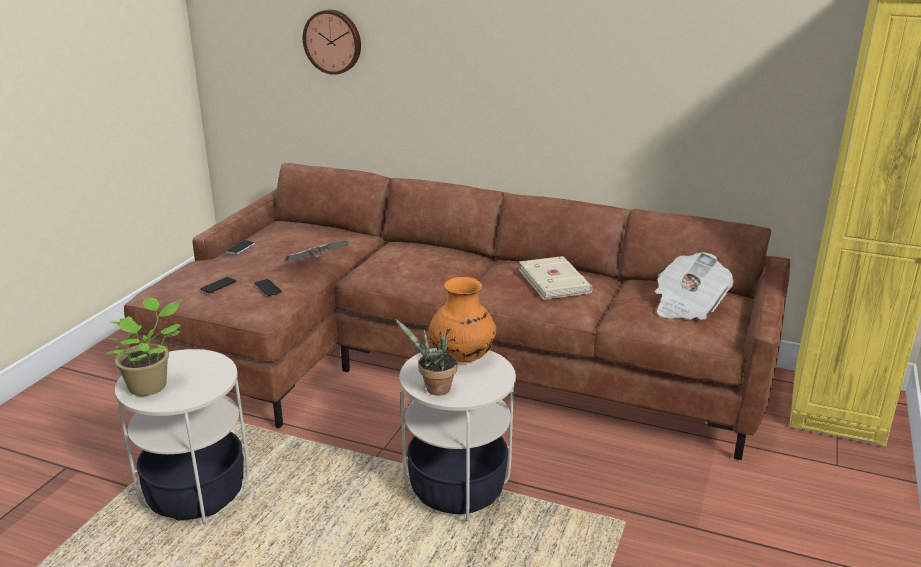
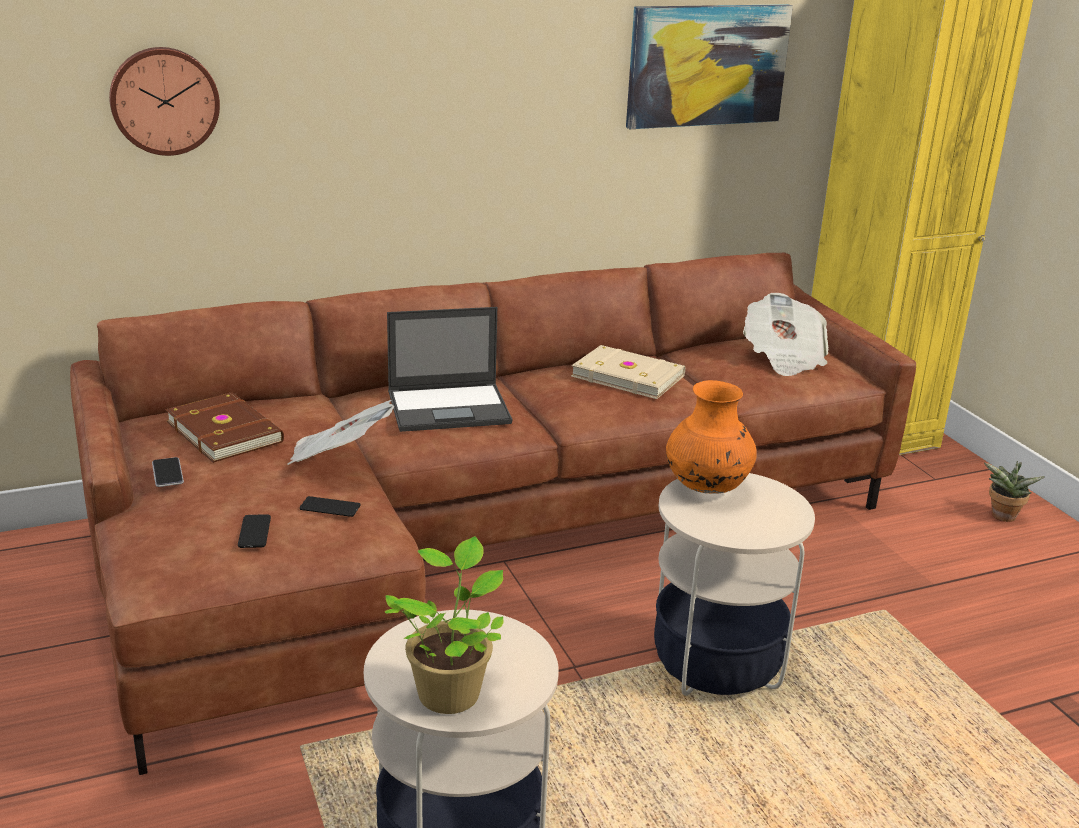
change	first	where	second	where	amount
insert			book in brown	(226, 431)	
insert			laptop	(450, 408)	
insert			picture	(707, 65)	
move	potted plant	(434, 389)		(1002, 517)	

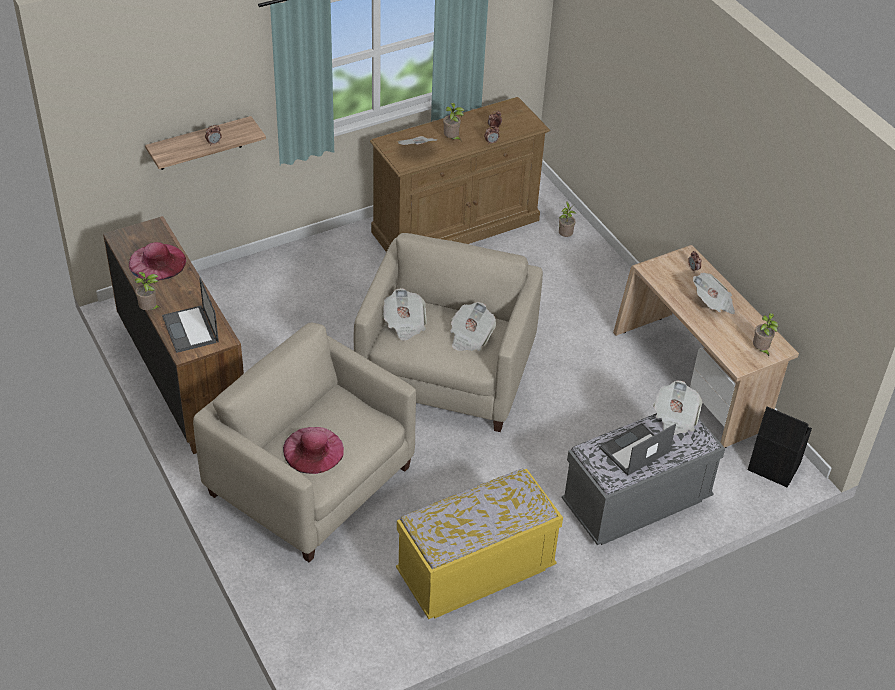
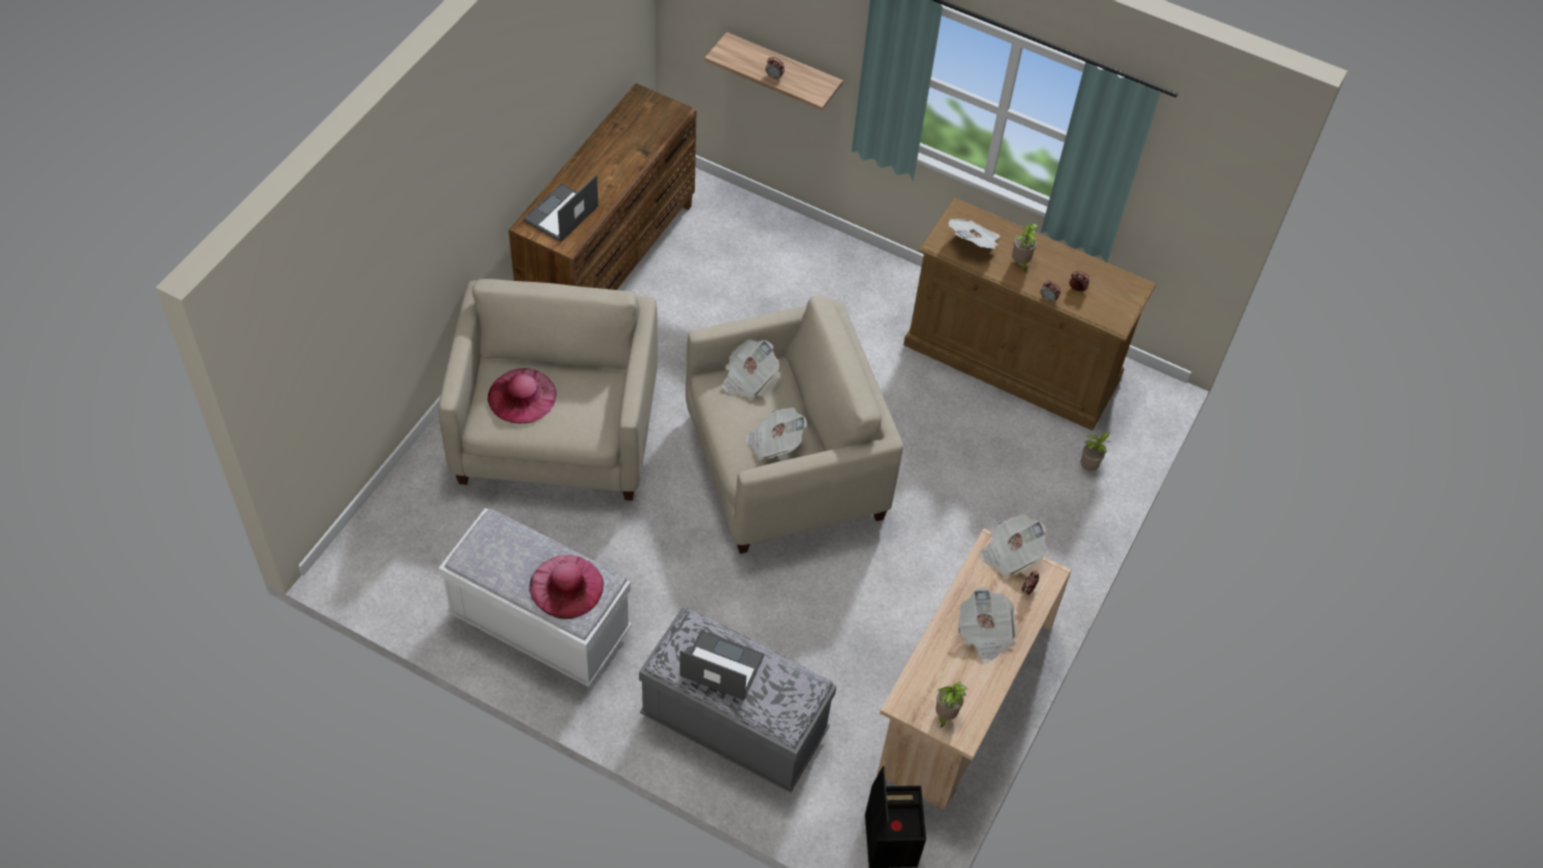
change	first	where	second	where	amount
recolor	bench in yellow	(476, 572)	bench in white	(540, 624)	
move	hat in pink	(157, 262)		(566, 586)	
move	newspaper	(675, 418)		(1010, 554)	
delete	potted plant	(149, 310)			

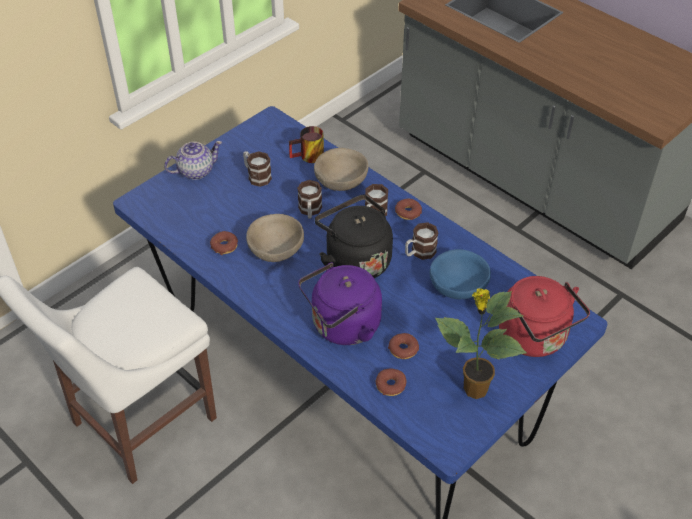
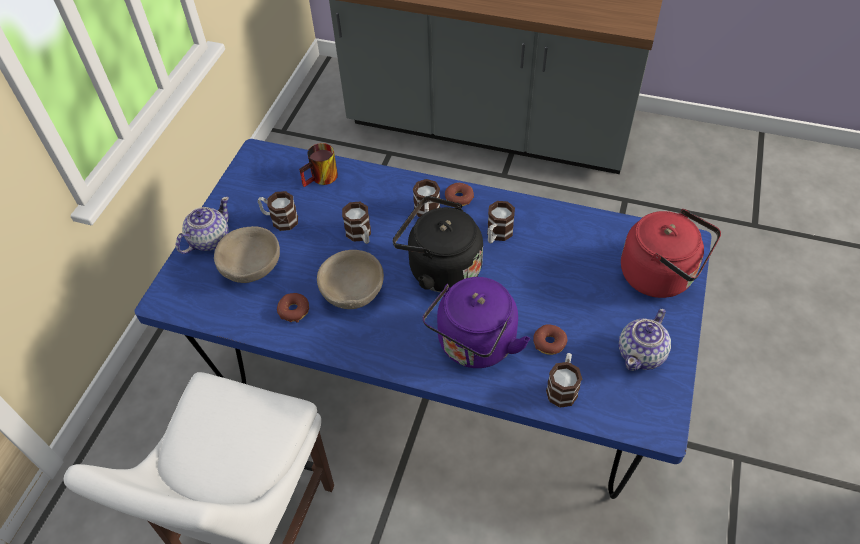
change	first	where	second	where	amount
move	bowl in beige	(341, 182)		(252, 267)	
replace	donut	(390, 385)	mug	(562, 387)	
replace	potted plant	(473, 389)	teapot	(641, 354)	
delete	bowl in blue	(458, 287)			

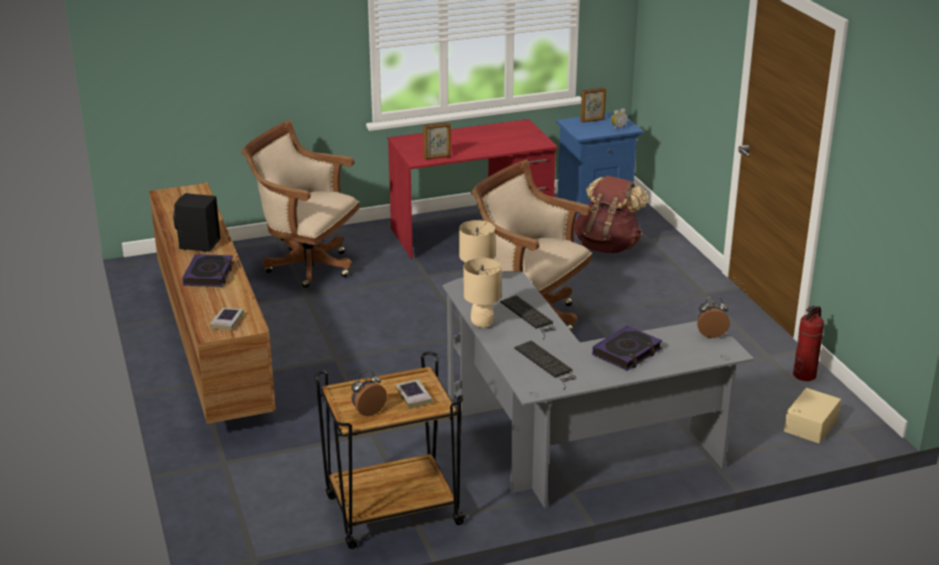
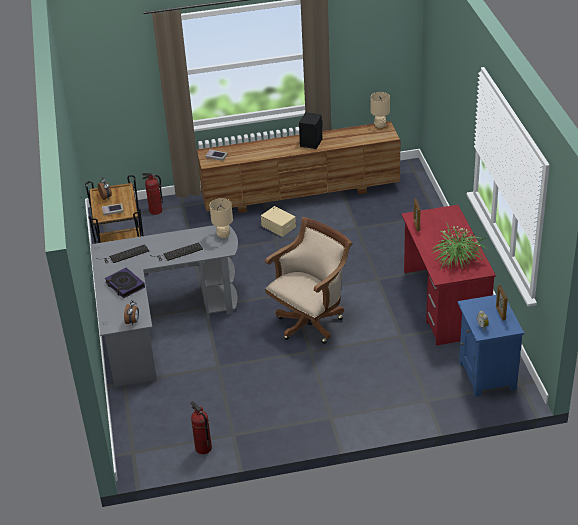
change	first	where	second	where	amount
insert			fire extinguisher	(155, 211)	
move	storage box in beige	(809, 424)		(279, 226)	
move	table lamp in beige	(481, 324)		(379, 126)	
insert			potted plant	(457, 258)	
delete	book	(209, 274)			
delete	office chair	(306, 266)			
delete	backpack in brown	(608, 246)			

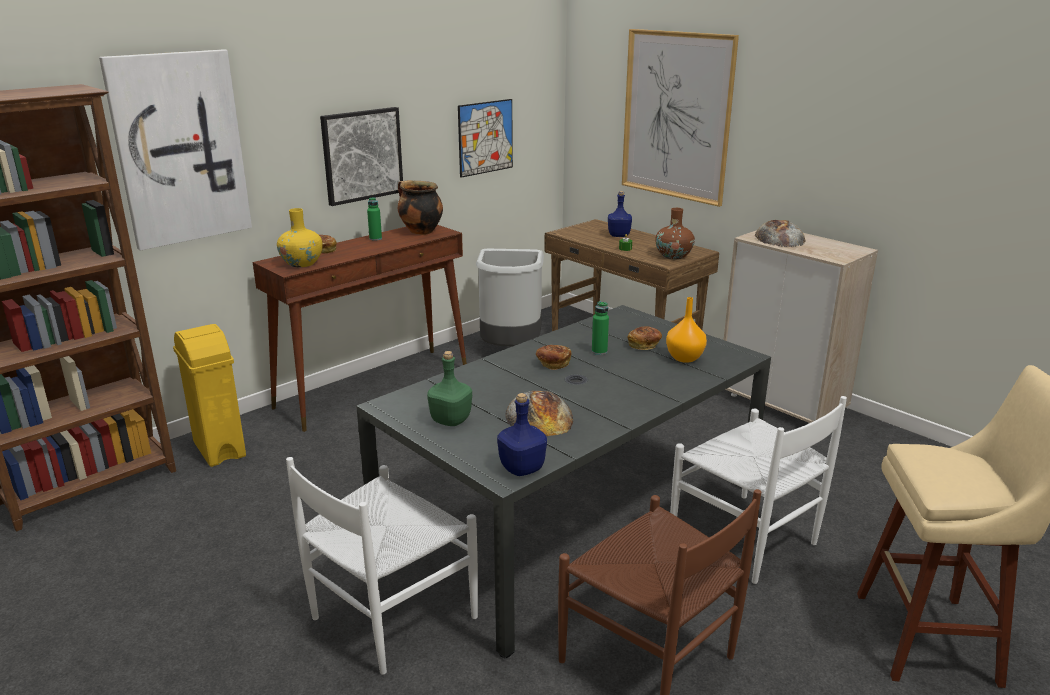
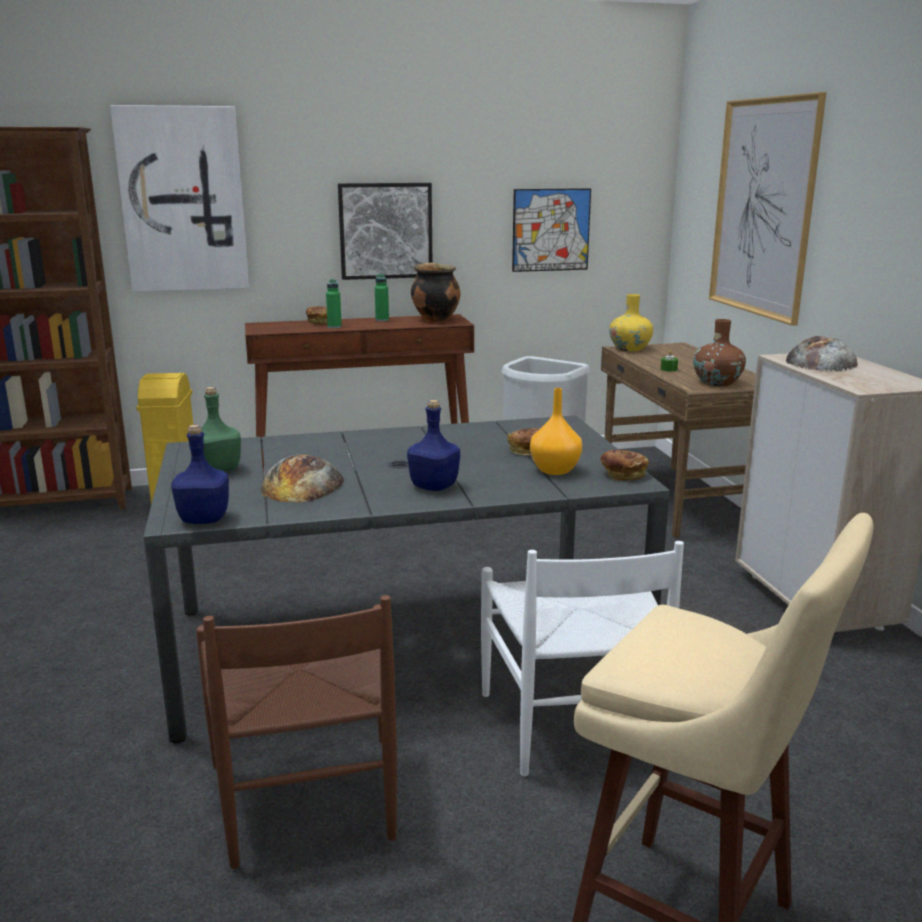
change	first	where	second	where	amount
move	bottle in green	(599, 351)		(334, 327)	
move	bottle in blue	(619, 235)		(433, 487)	
move	bread	(553, 364)		(622, 475)	
move	vase in yellow	(302, 263)		(630, 348)	
delete	chair in white	(390, 616)			

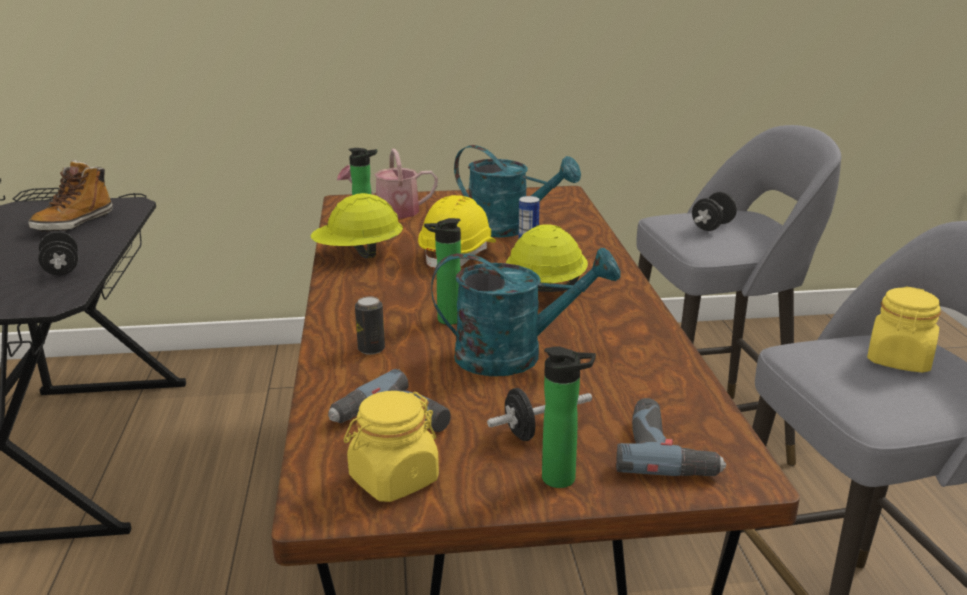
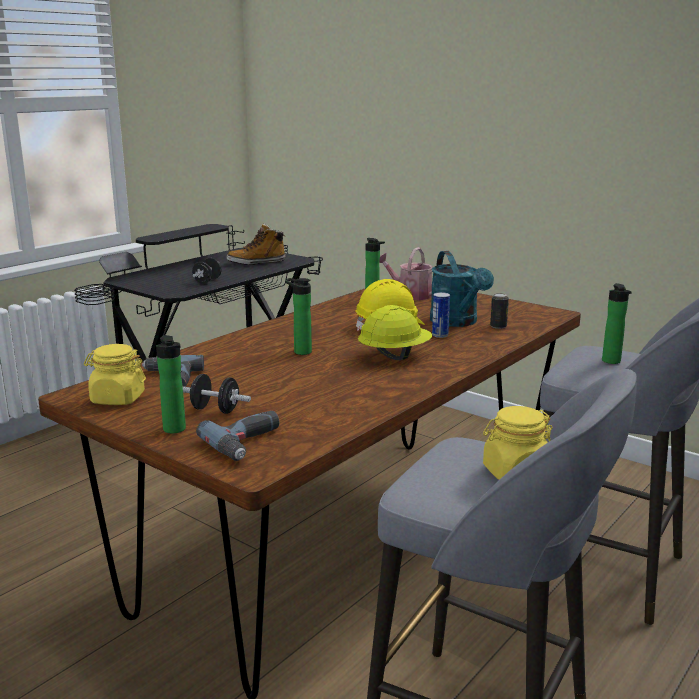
change	first	where	second	where	amount
move	can	(371, 349)		(498, 326)	
replace	dumbbell in black	(712, 226)	bottle	(612, 362)	
delete	hard hat in yellow	(358, 255)			
delete	watering can in turquoise	(514, 356)			

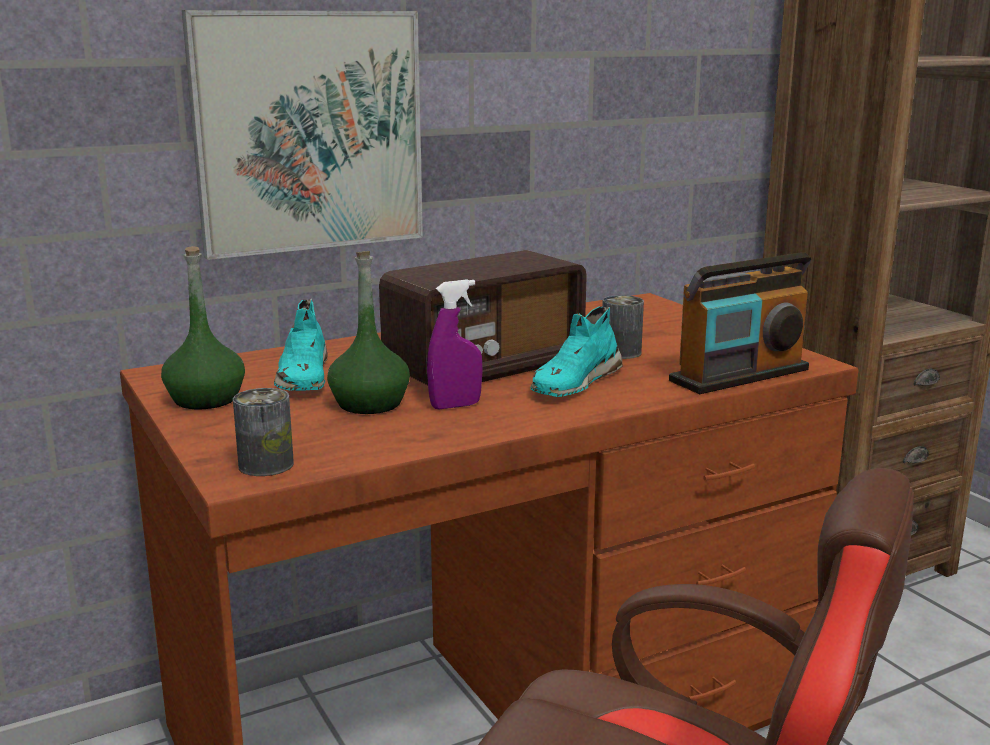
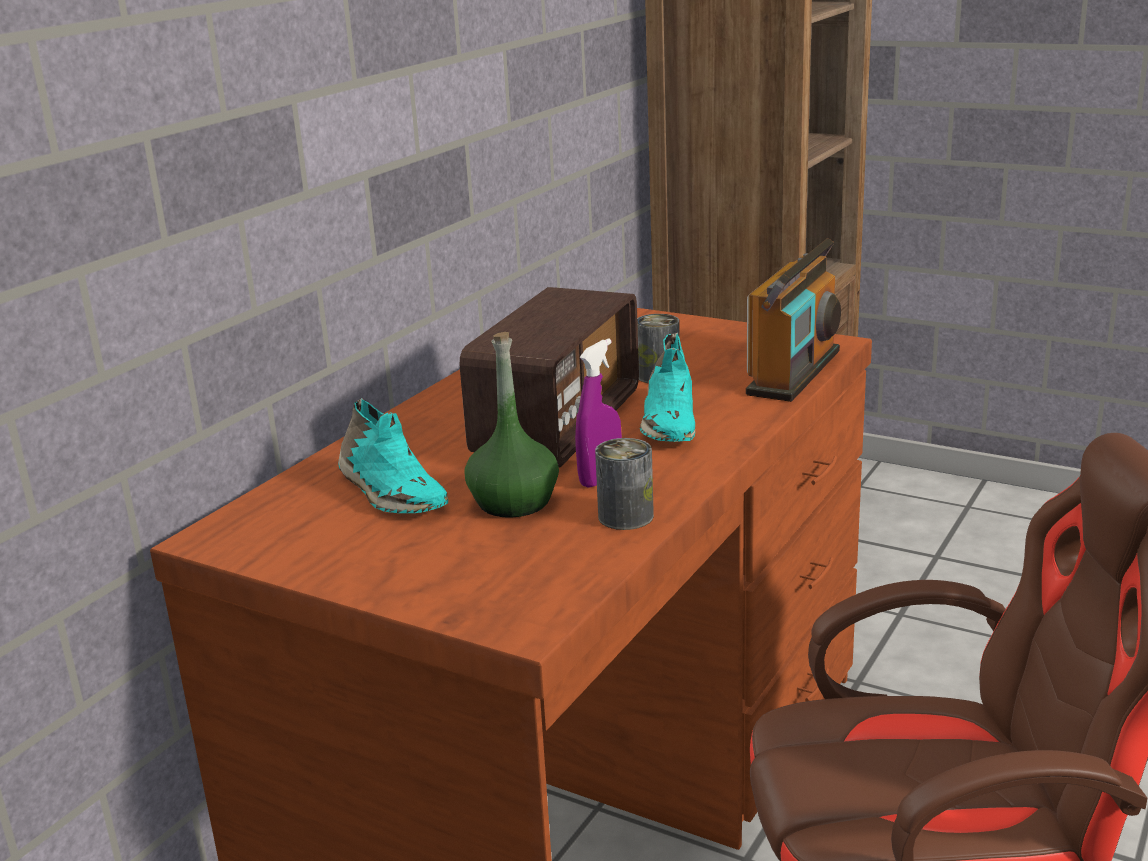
change	first	where	second	where	amount
move	can	(266, 465)		(625, 516)	
delete	bottle in green	(206, 399)			
delete	picture	(309, 132)			

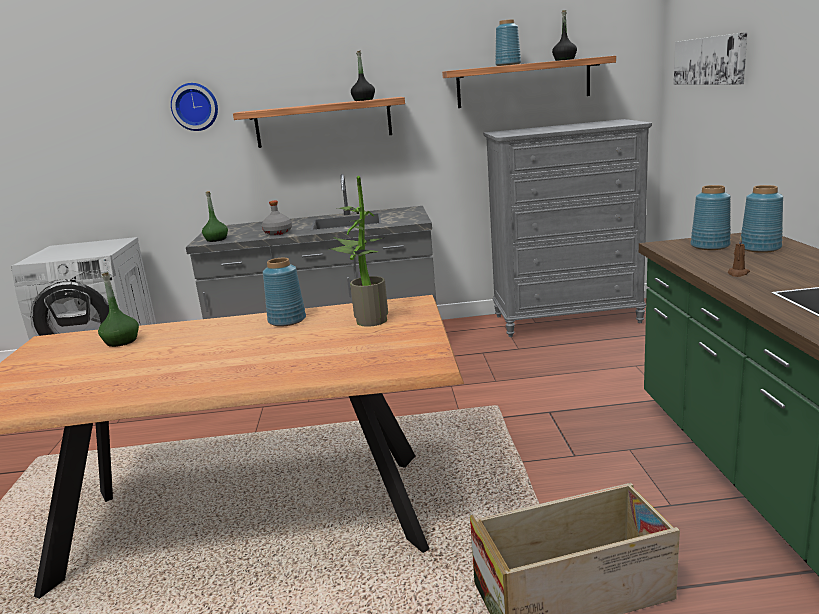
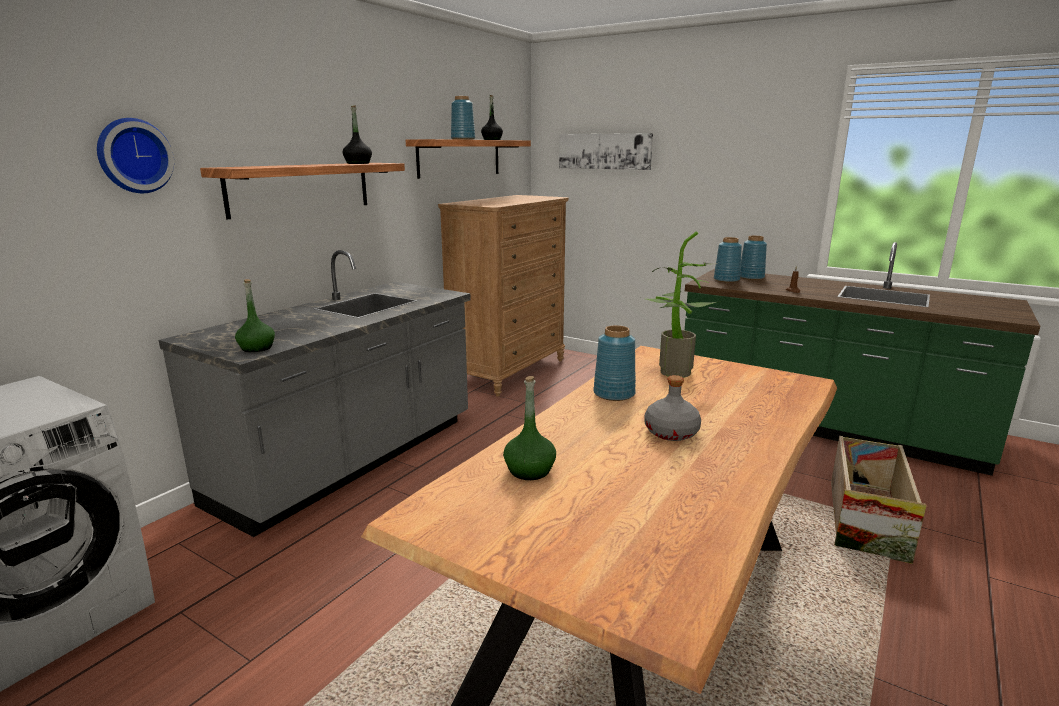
change	first	where	second	where	amount
recolor	dresser in grey	(567, 319)	dresser in brown	(509, 371)	
move	bottle in grey	(277, 233)		(671, 433)	

